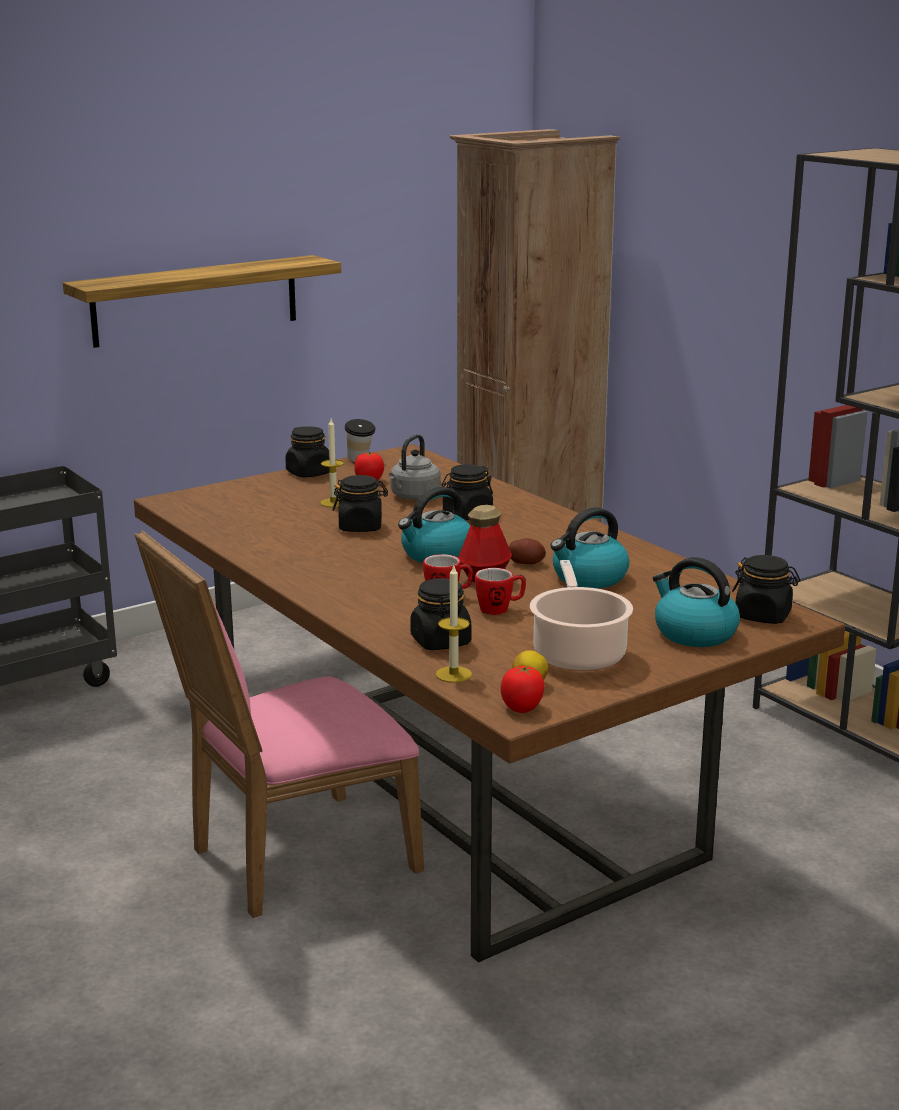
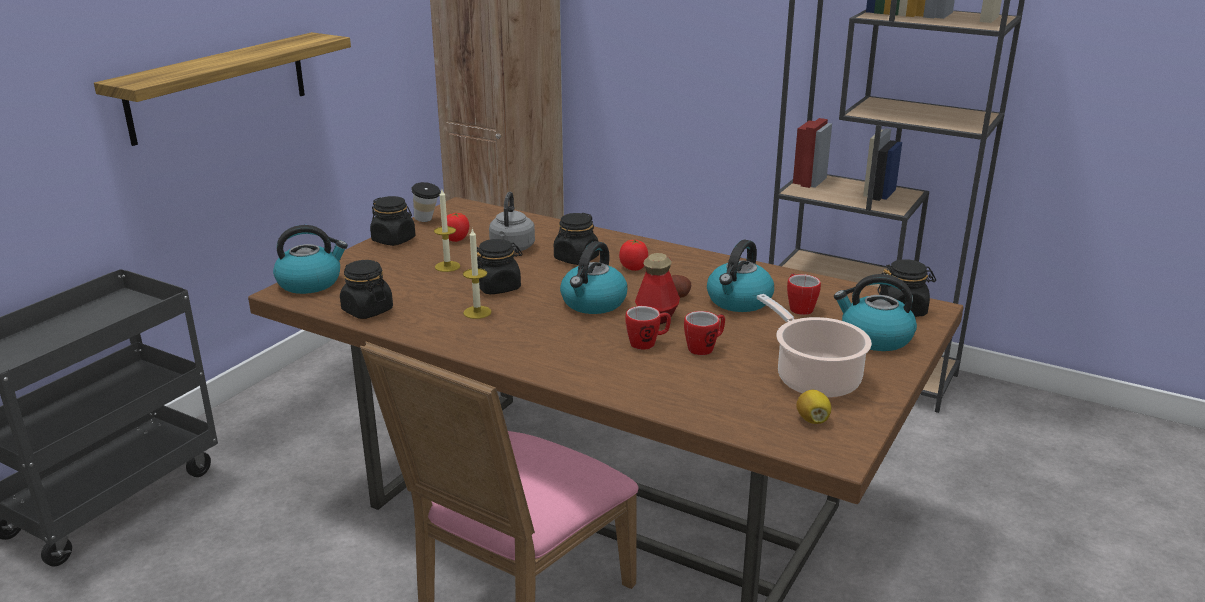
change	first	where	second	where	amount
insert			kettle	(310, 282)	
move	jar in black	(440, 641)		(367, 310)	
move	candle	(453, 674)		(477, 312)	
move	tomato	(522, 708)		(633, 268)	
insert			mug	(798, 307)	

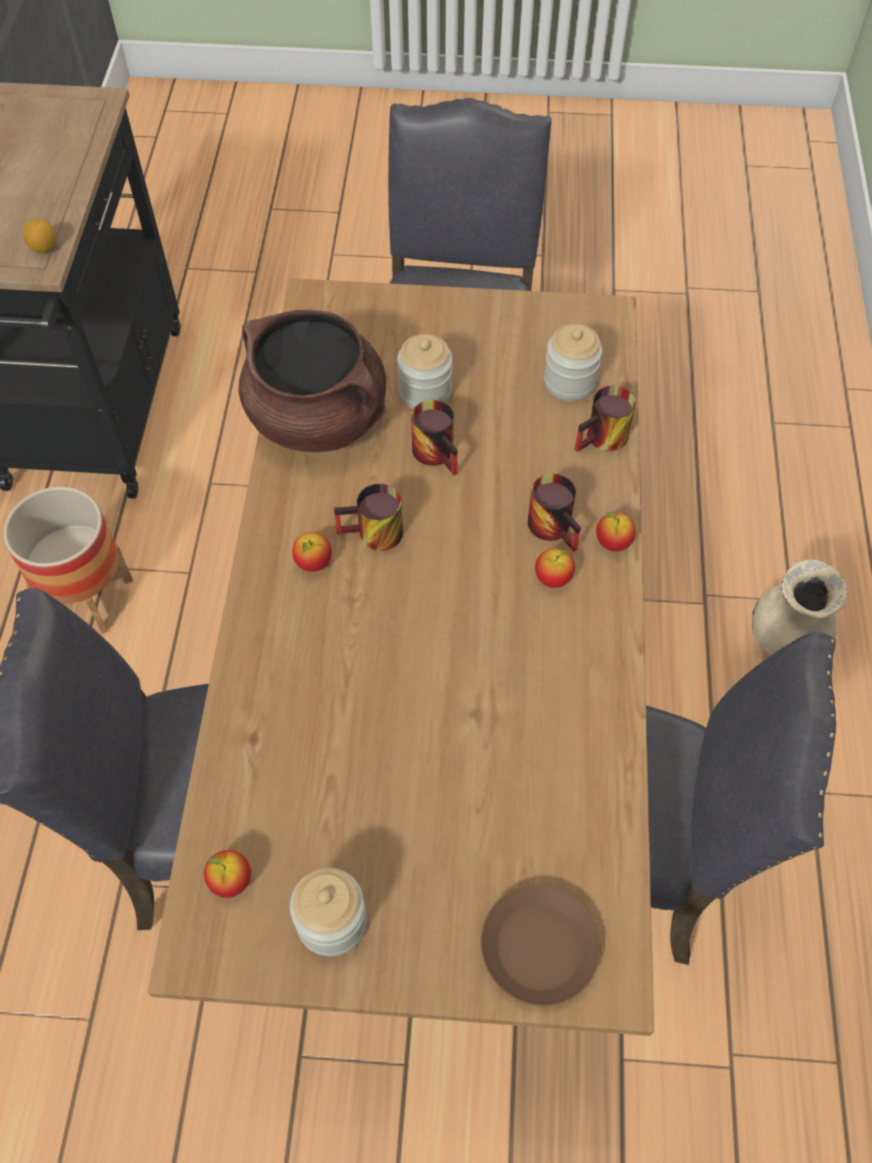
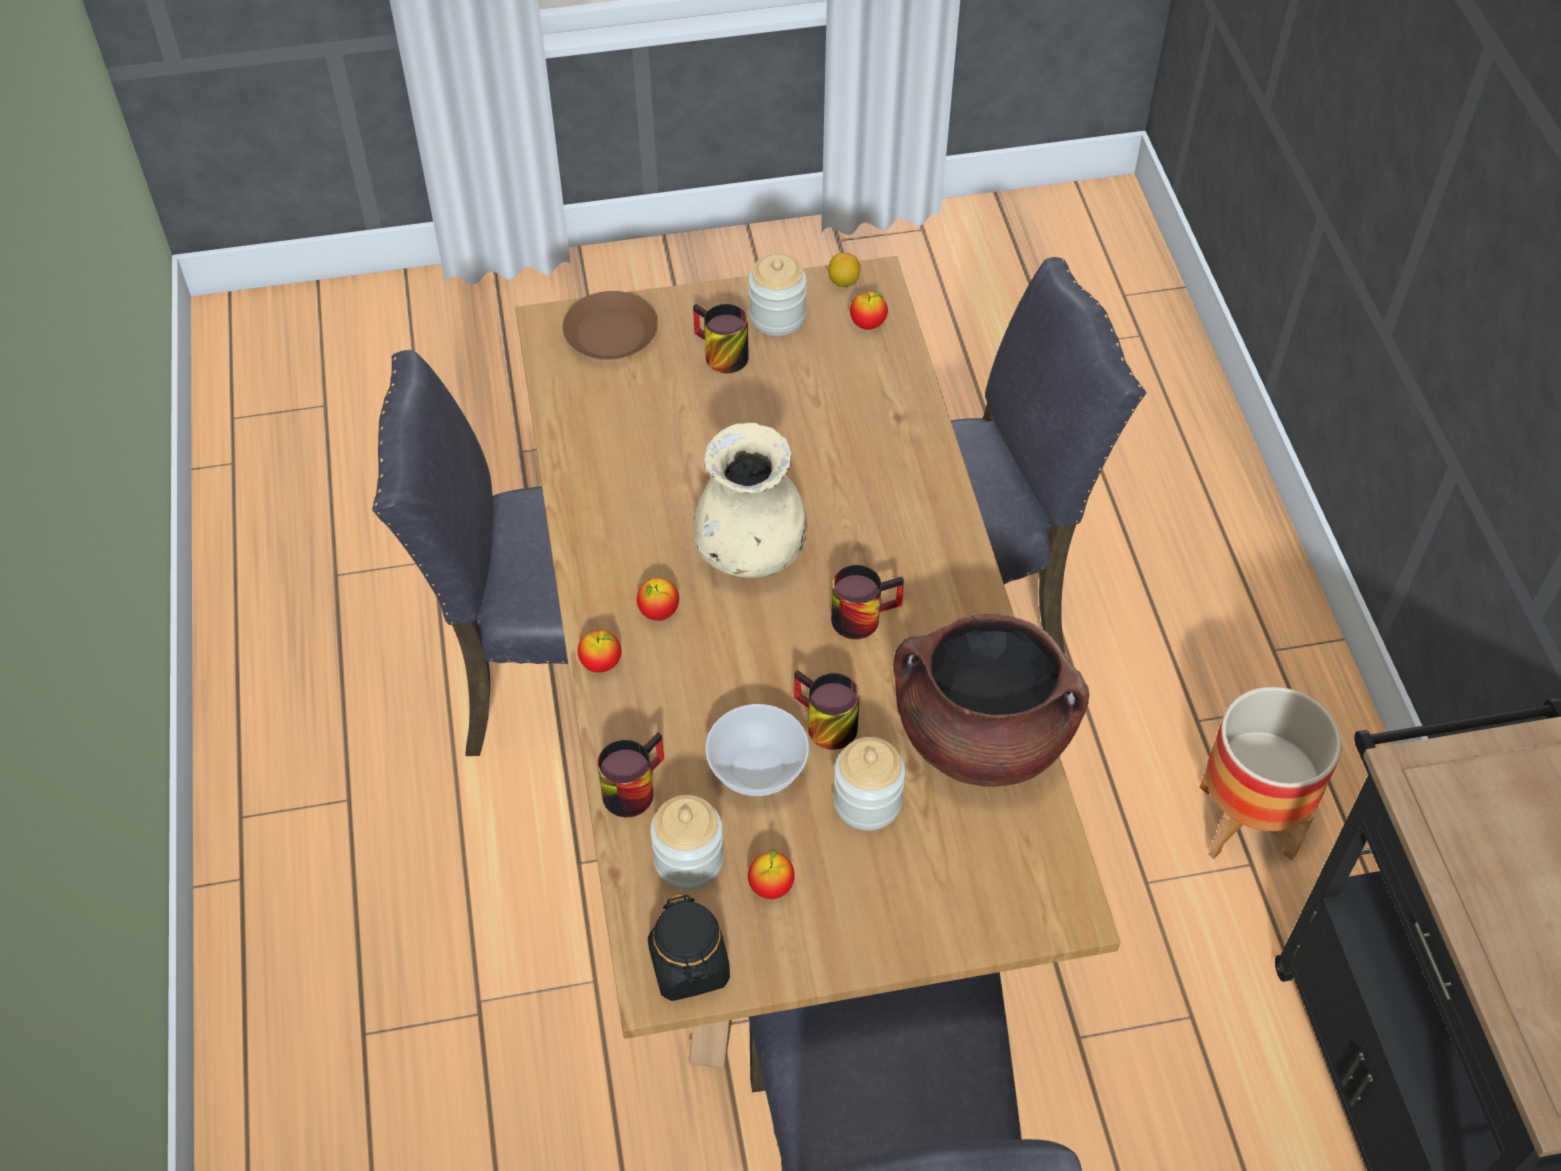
change	first	where	second	where	amount
insert			jar in black	(689, 966)	
move	mug	(557, 526)		(718, 355)	
move	vase in beige	(785, 639)		(750, 551)	
insert			bowl	(759, 771)	
move	apple	(313, 563)		(771, 886)	
move	lemon	(44, 248)		(843, 282)	

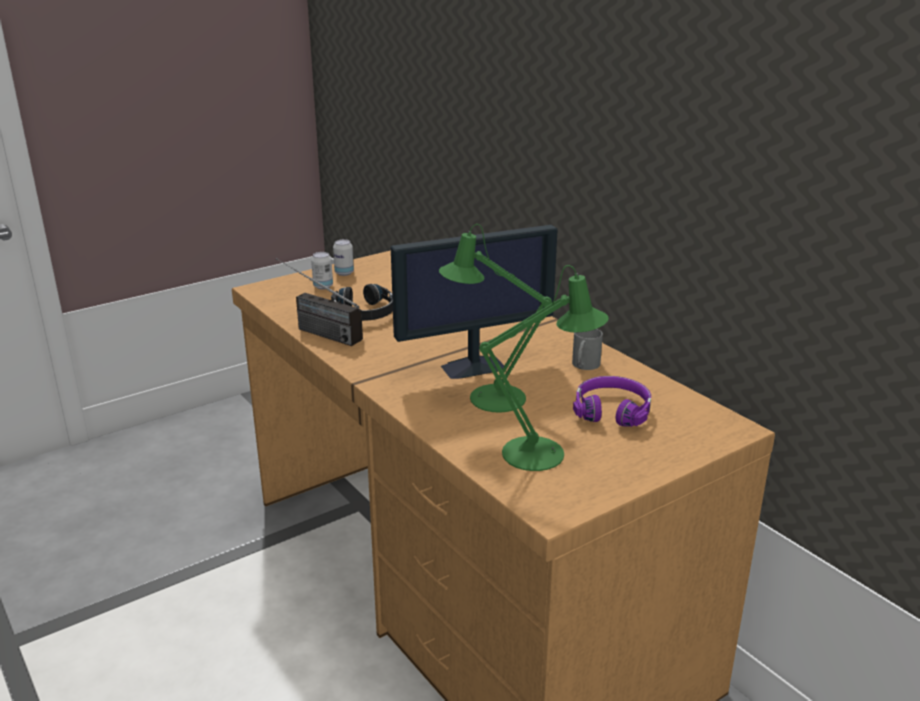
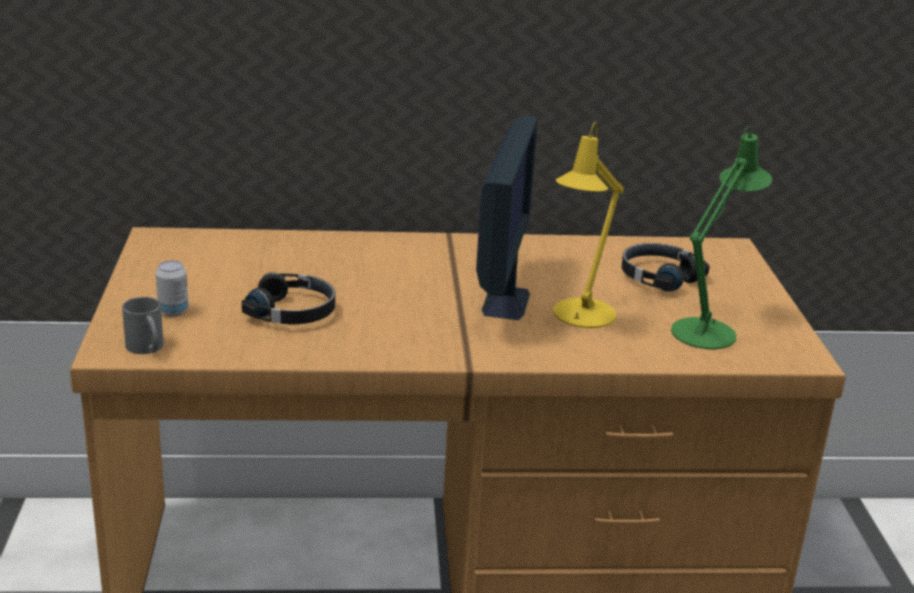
change	first	where	second	where	amount
move	mug in grey	(584, 366)		(147, 348)	
recolor	table lamp in green	(489, 398)	table lamp in yellow	(580, 316)	
recolor	headphones in purple	(612, 410)	headphones in black	(658, 276)	
delete	radio	(314, 330)			
delete	can	(344, 273)			

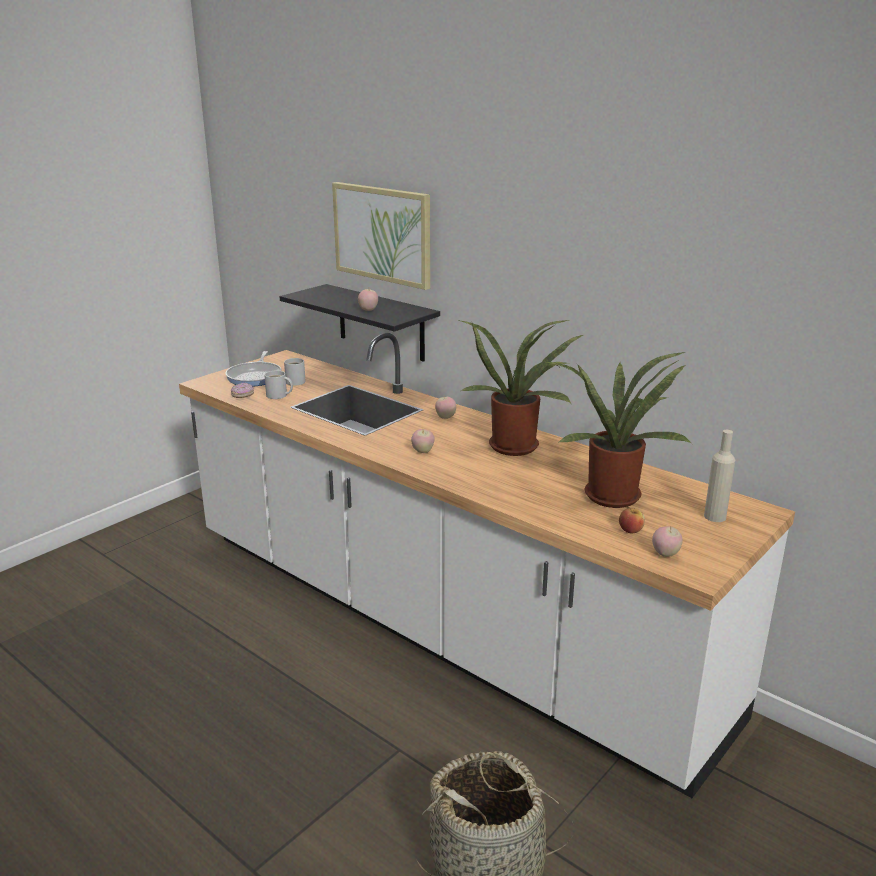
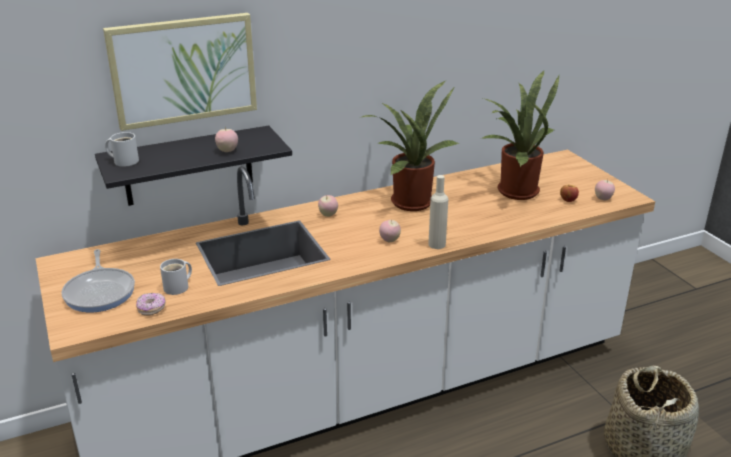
change	first	where	second	where	amount
rotate	frying pan	(255, 376)		(100, 292)	45 degrees clockwise
move	mug in white	(296, 381)		(124, 161)	
move	bottle in beige	(715, 516)		(437, 244)	

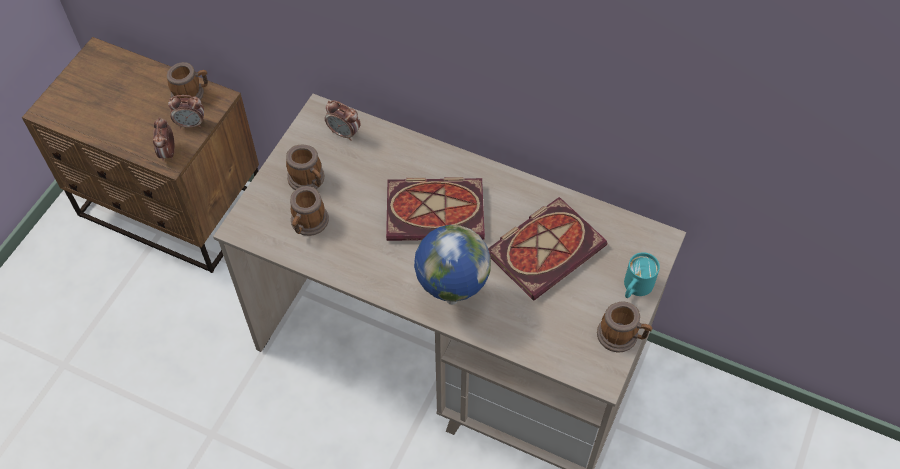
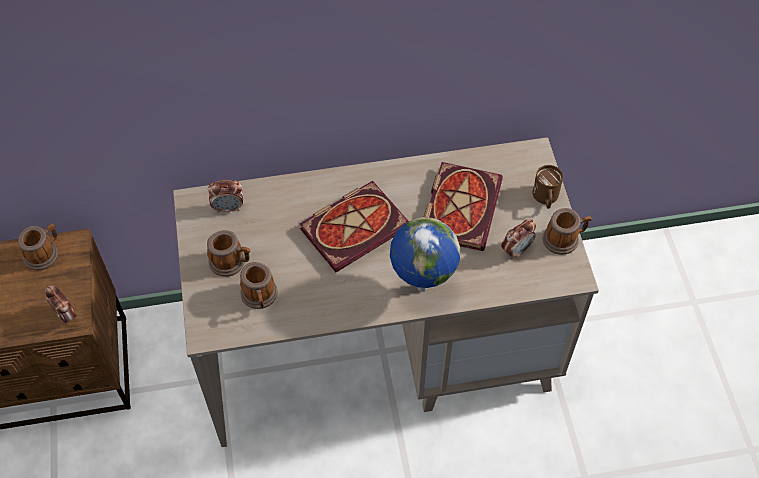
change	first	where	second	where	amount
move	alarm clock	(191, 124)		(516, 250)	
recolor	mug in turquoise	(635, 288)	mug in brown	(545, 199)	

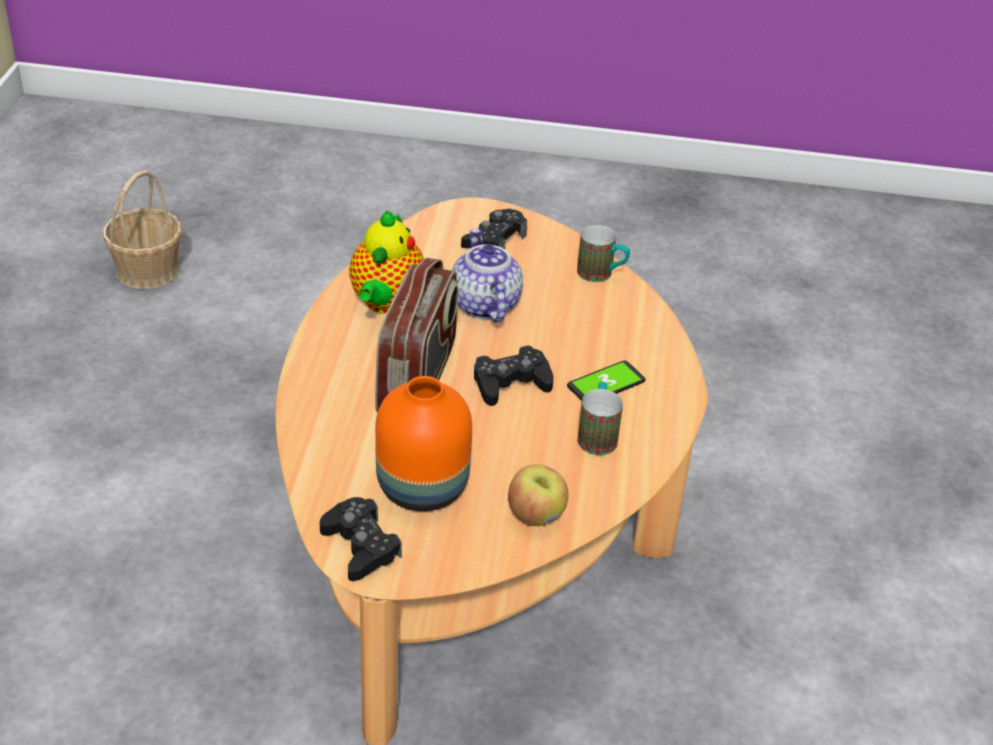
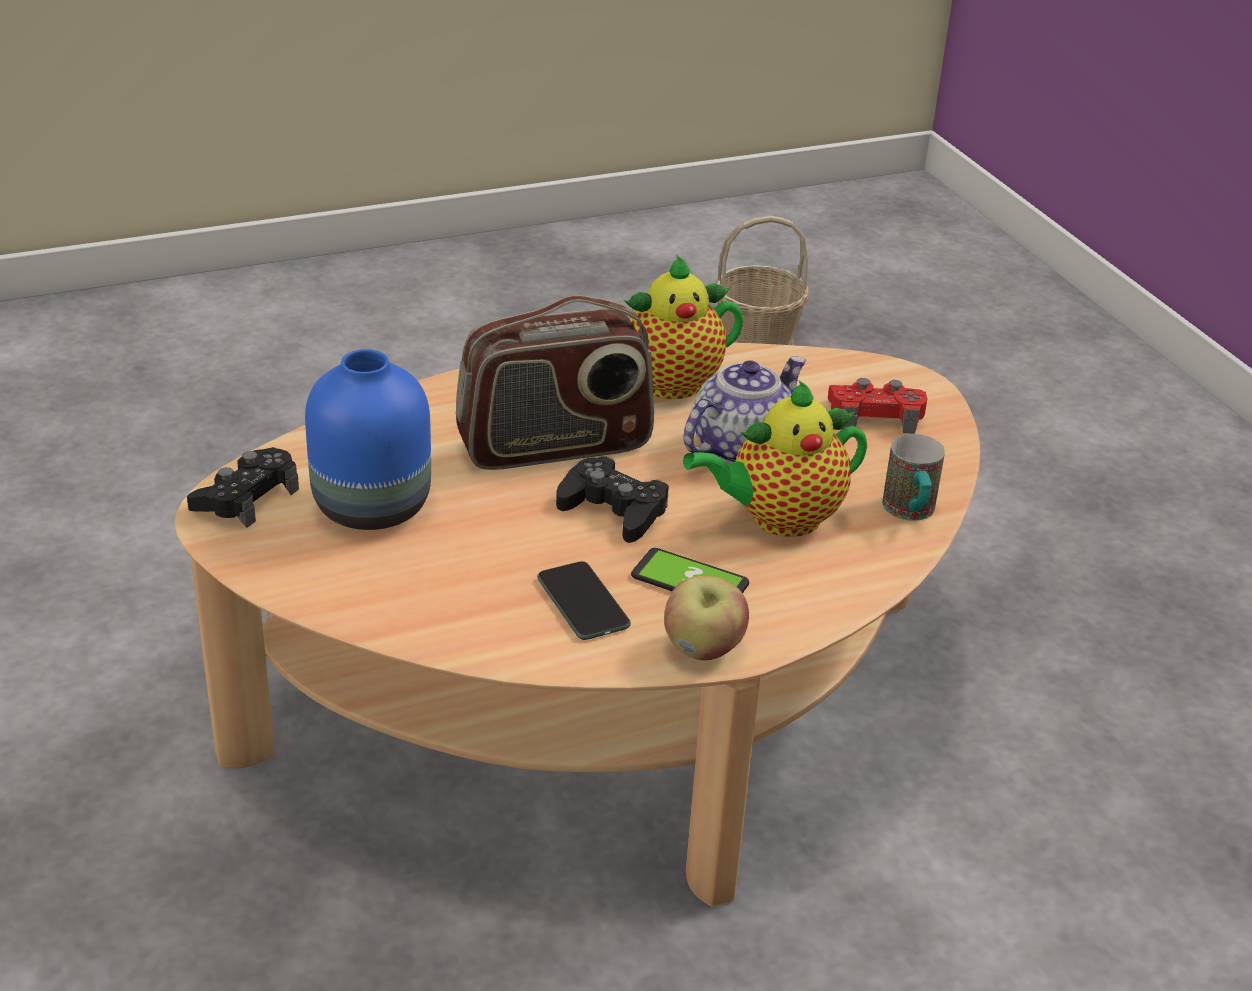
change	first	where	second	where	amount
recolor	vase in orange	(423, 489)	vase in blue	(369, 508)	
replace	mug	(597, 435)	phone	(583, 602)	
move	apple	(536, 515)		(703, 649)	
insert			teapot	(778, 519)	
recolor	game controller in black	(494, 240)	game controller in red	(875, 416)	

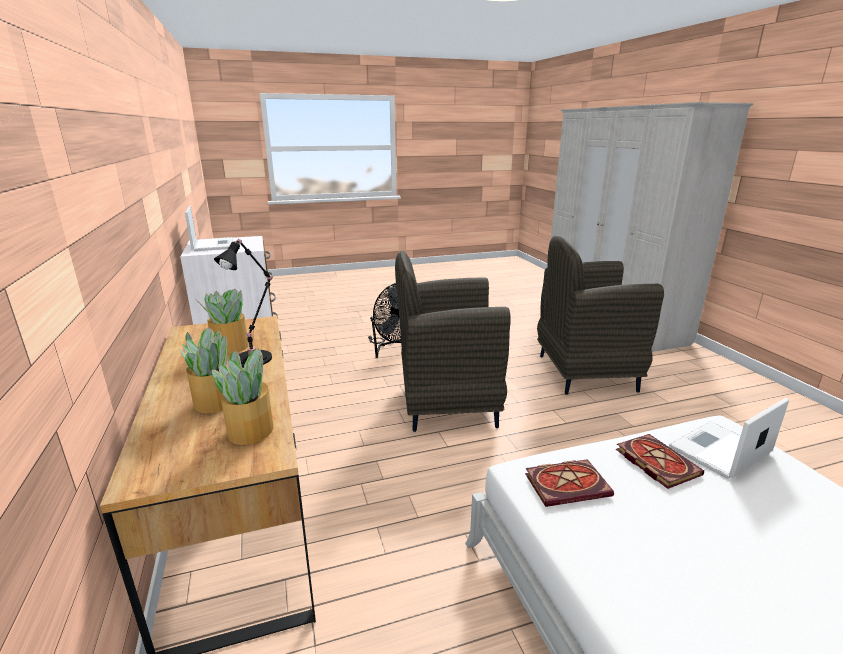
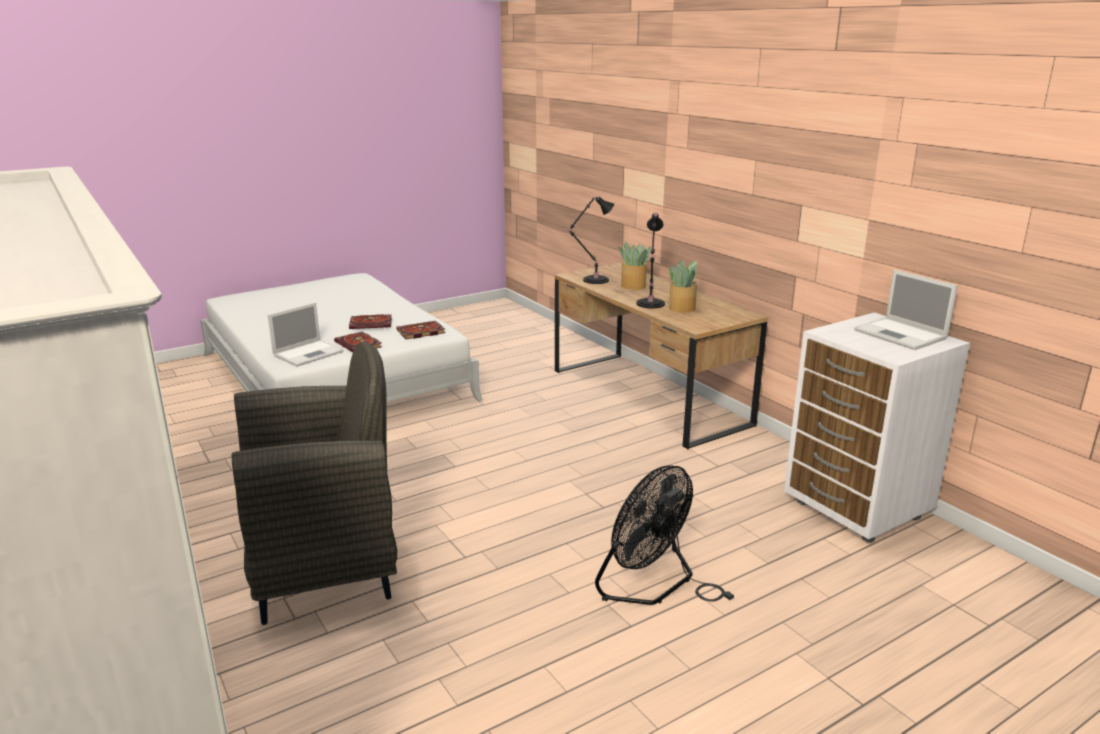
change	first	where	second	where	amount
insert			book	(372, 323)	
replace	potted plant	(251, 430)	table lamp in black	(593, 280)	
delete	armchair in grey	(446, 404)			

